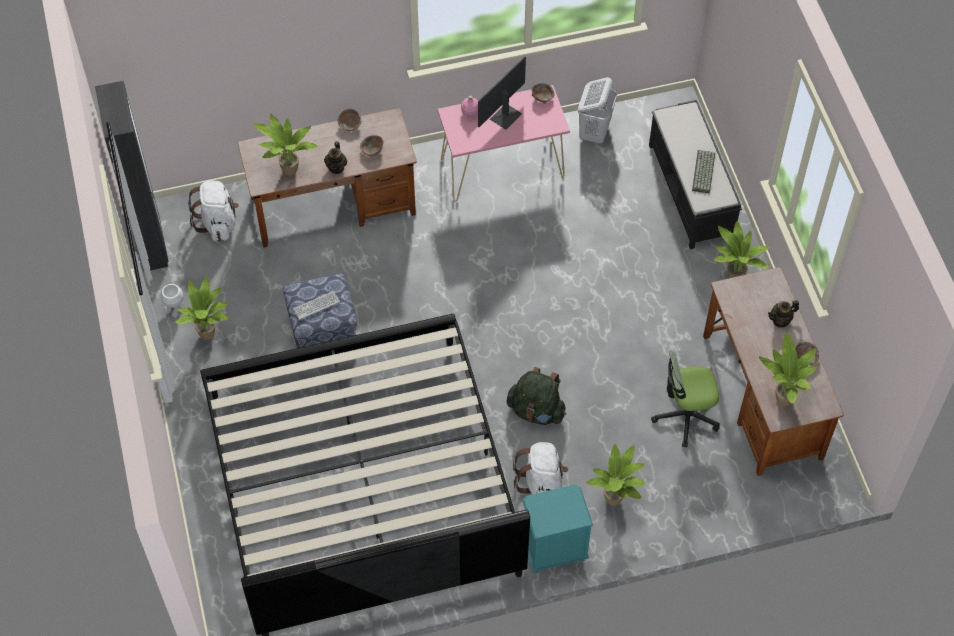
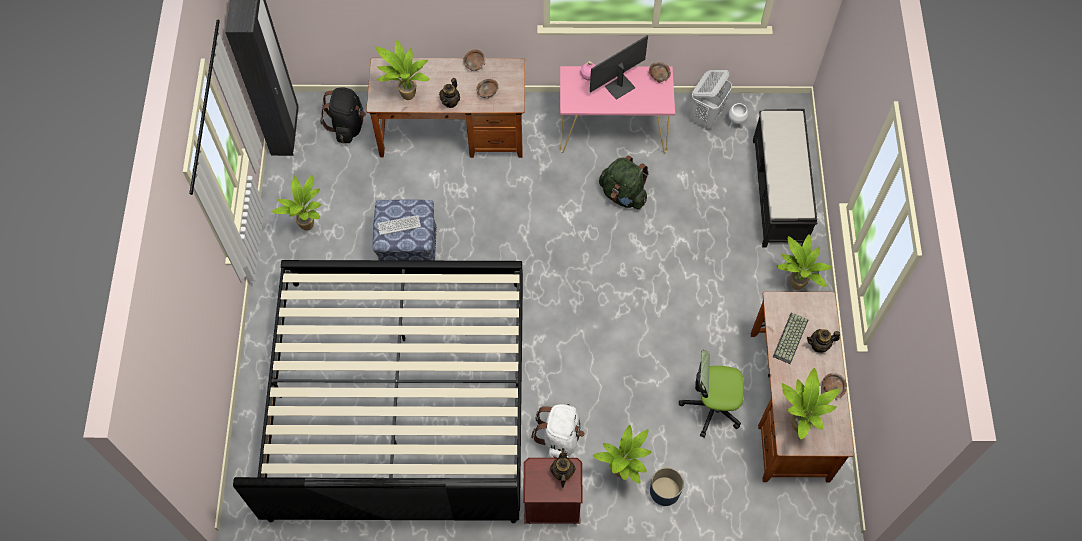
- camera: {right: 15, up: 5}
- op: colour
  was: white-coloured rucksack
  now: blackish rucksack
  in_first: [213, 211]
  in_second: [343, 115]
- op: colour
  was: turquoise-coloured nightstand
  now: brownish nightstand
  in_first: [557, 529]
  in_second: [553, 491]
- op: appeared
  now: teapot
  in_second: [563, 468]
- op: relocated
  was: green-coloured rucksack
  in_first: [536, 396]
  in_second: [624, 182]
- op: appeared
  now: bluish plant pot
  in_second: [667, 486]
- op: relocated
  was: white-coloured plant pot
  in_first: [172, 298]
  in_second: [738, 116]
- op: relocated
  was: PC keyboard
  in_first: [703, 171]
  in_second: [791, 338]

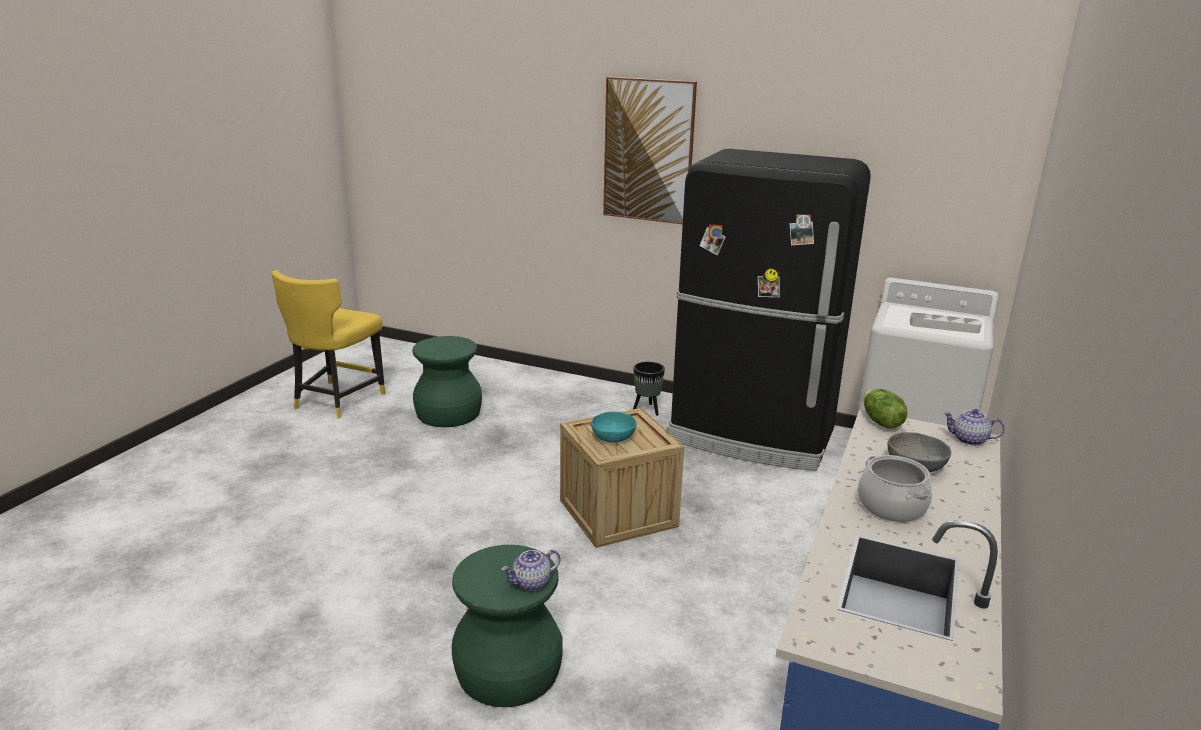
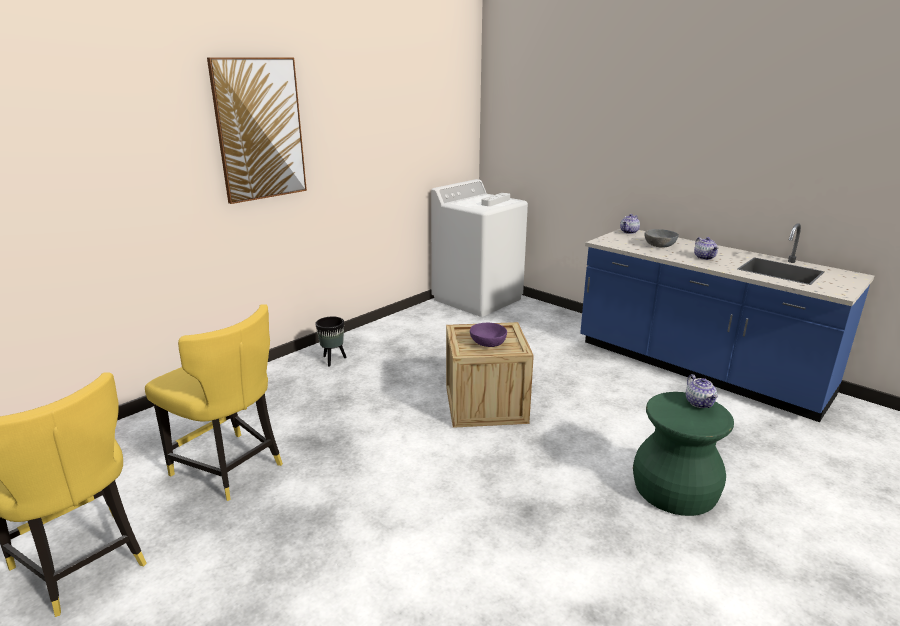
- camera: {right: -70, up: 0}
- op: exchanged
  was: green-coloured sitting stool
  now: yellow-coloured plain chair
  in_first: [447, 381]
  in_second: [214, 402]
- op: colour
  was: turquoise-coloured serving bowl
  now: purple-coloured serving bowl
  in_first: [614, 427]
  in_second: [488, 335]
- op: exchanged
  was: saucepot
  now: teapot
  in_first: [895, 488]
  in_second: [706, 248]
- op: missing
  was: blackish fridge
  in_first: [769, 310]
- op: missing
  was: lettuce
  in_first: [885, 409]

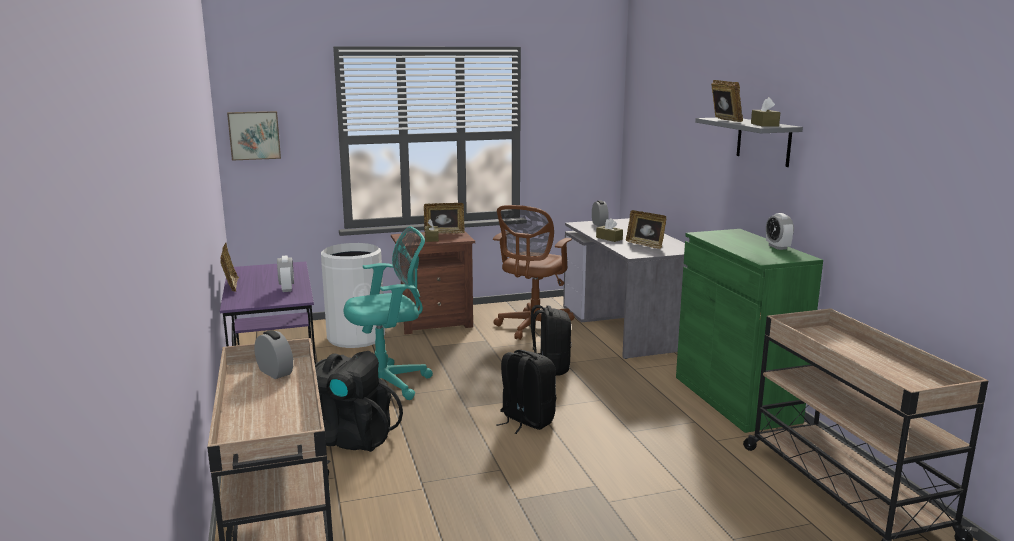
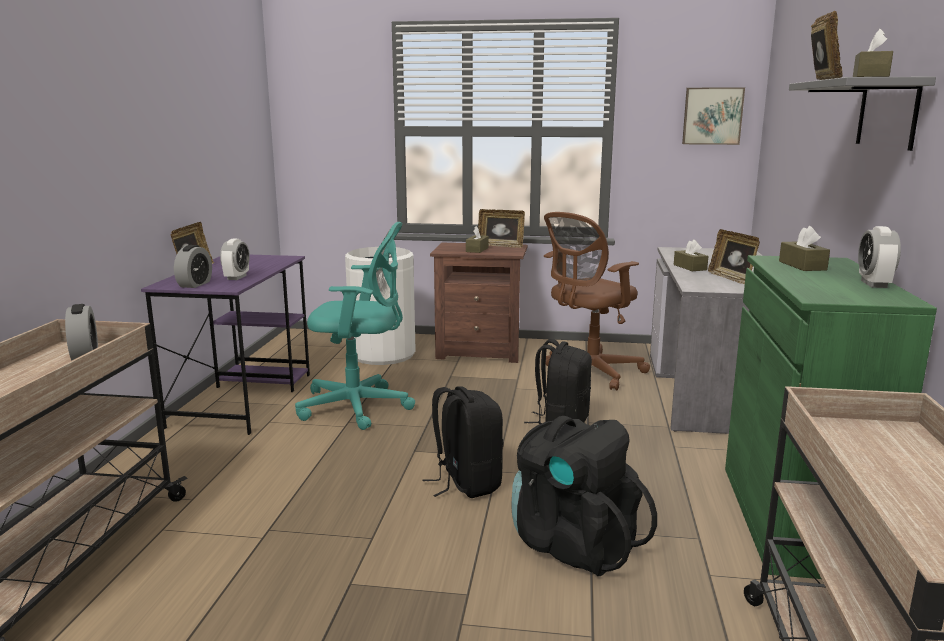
- camera: {right: 25, up: 0}
- op: relocated
  was: bedside clock
  in_first: [600, 213]
  in_second: [193, 266]
- op: relocated
  was: blackish rucksack
  in_first: [359, 401]
  in_second: [584, 496]
- op: relocated
  was: wall art
  in_first: [254, 136]
  in_second: [713, 116]
- op: appeared
  now: brownish tissue holder
  in_second: [804, 248]

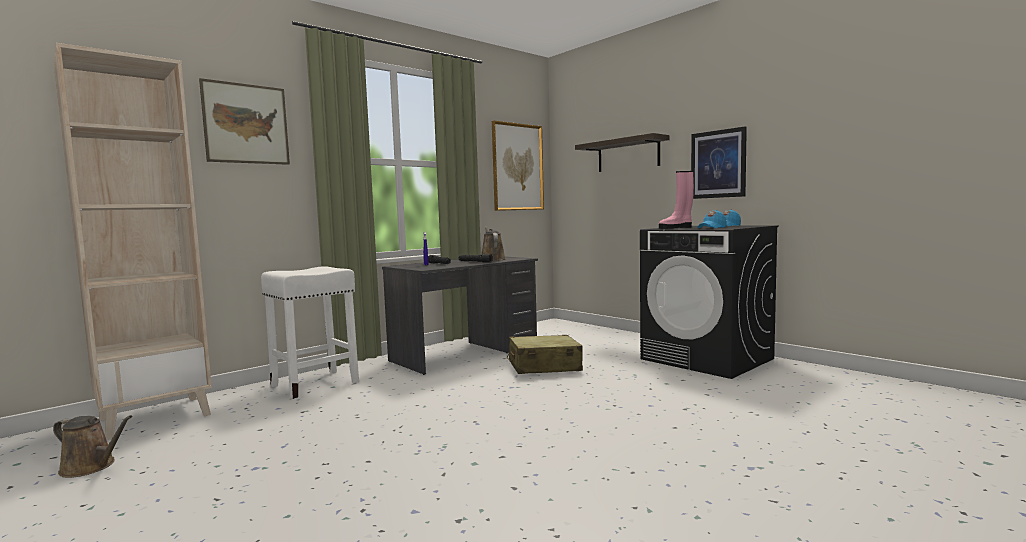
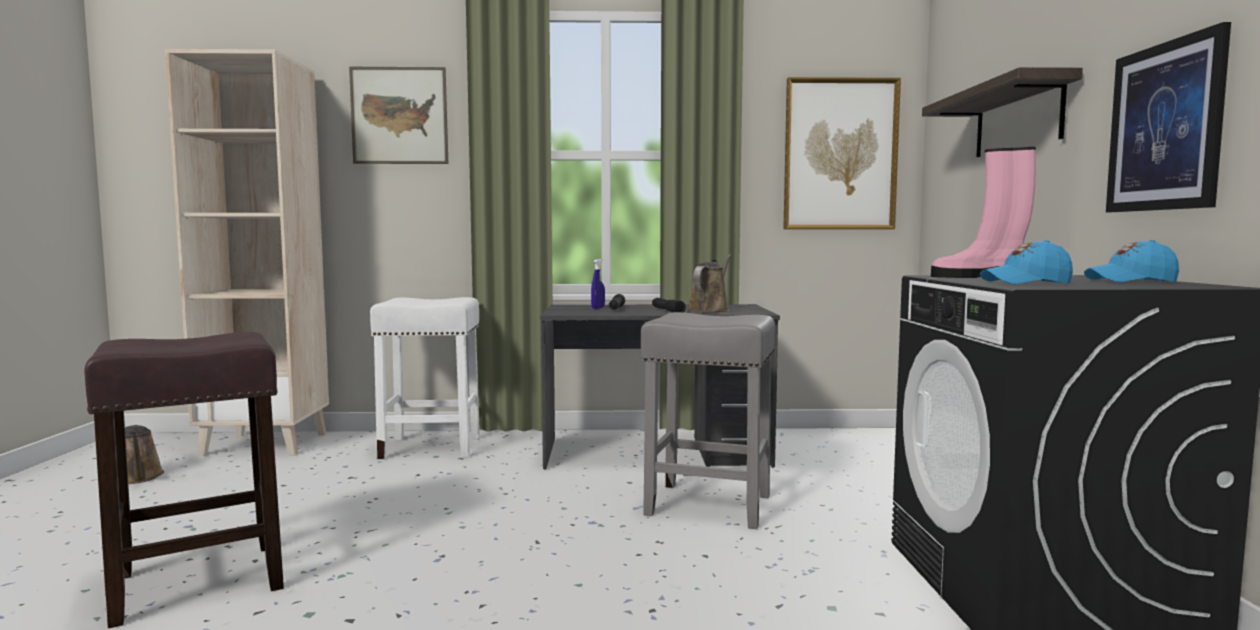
- camera: {right: 40, up: 0}
- op: appeared
  now: brownish sitting stool
  in_second: [184, 480]
- op: exchanged
  was: beige-coloured suitcase
  now: greyish sitting stool
  in_first: [545, 354]
  in_second: [708, 420]

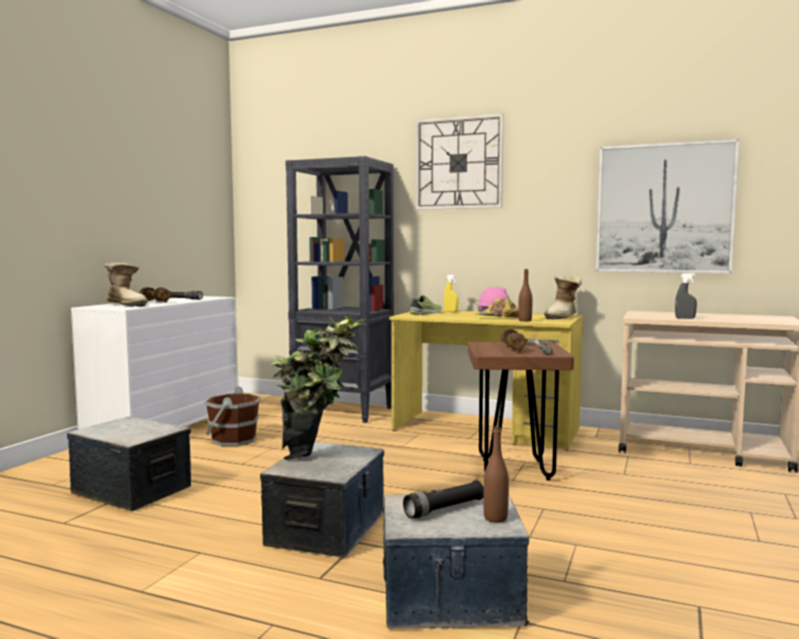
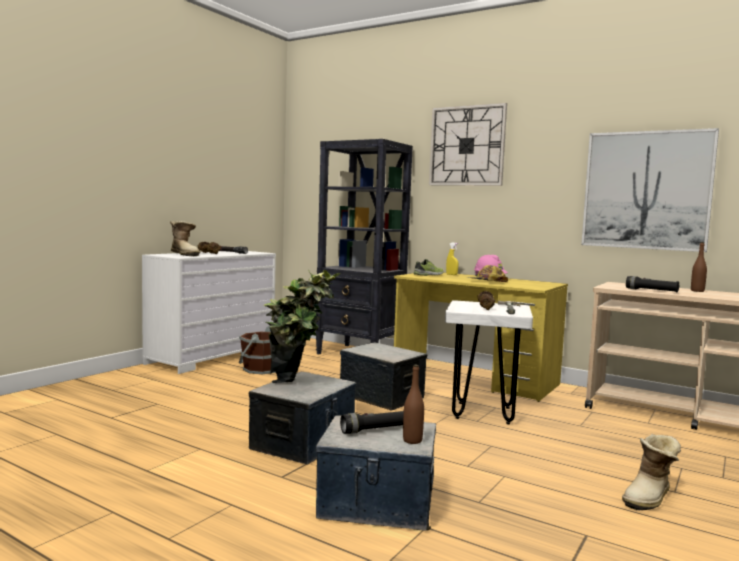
- camera: {right: 10, up: 0}
- op: relocated
  was: storage container
  in_first: [129, 464]
  in_second: [383, 376]
- op: colour
  was: brownish sitting stool
  now: white-coloured sitting stool
  in_first: [521, 411]
  in_second: [489, 362]
- op: relocated
  was: tall boot
  in_first: [563, 297]
  in_second: [651, 472]
- op: exchanged
  was: greyish sprayer
  now: blackish hand torch
  in_first: [686, 296]
  in_second: [653, 284]
- op: relocated
  was: brownish beverage bottle
  in_first: [525, 295]
  in_second: [699, 267]

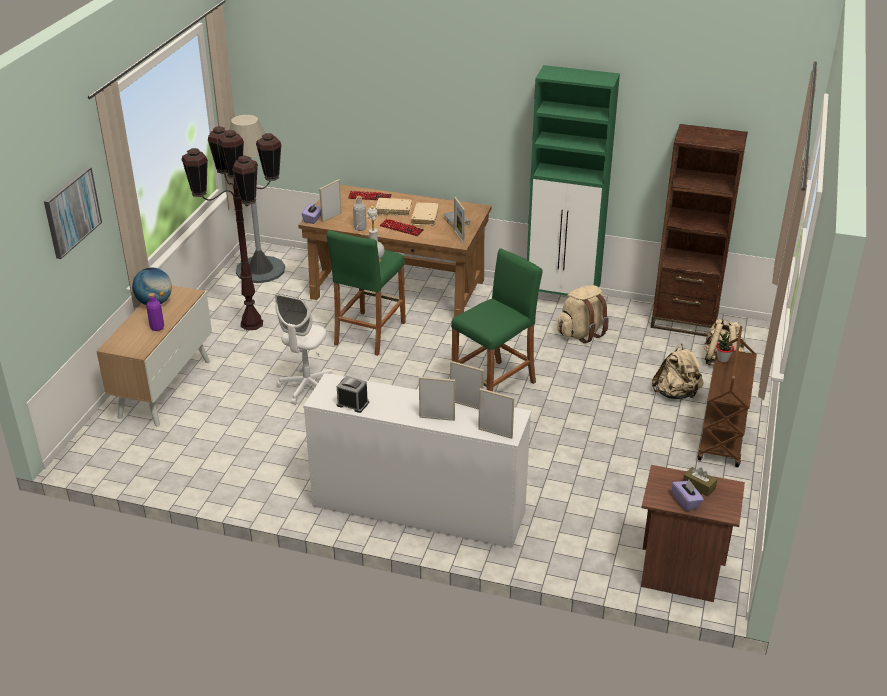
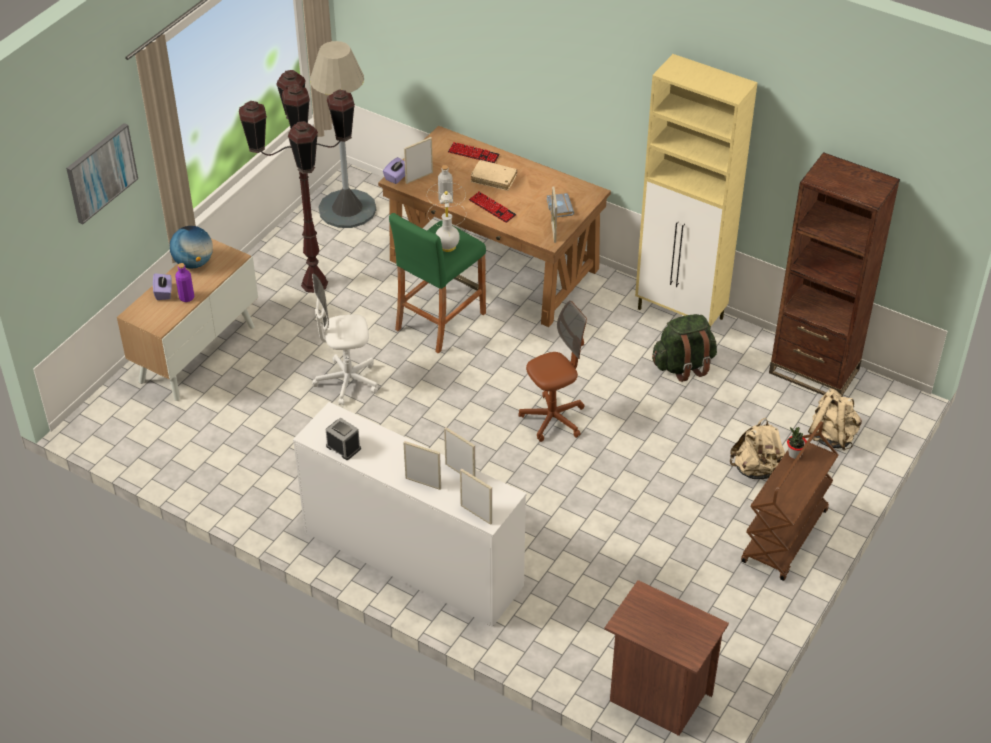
- camera: {right: 15, up: 10}
- op: relocated
  was: purple-coloured tissue holder
  in_first: [688, 495]
  in_second: [162, 286]
- op: spun
  was: white-coloured desk chair
  in_first: [304, 349]
  in_second: [345, 339]
  clockwise: 45
- op: exchanged
  was: green-coloured sitting stool
  now: brownish desk chair
  in_first: [496, 319]
  in_second: [552, 371]
- op: colour
  was: green-coloured cupboard
  now: beige-coloured cupboard
  in_first: [573, 180]
  in_second: [696, 191]
- op: colour
  was: beige-coloured rucksack
  now: green-coloured rucksack
  in_first: [583, 314]
  in_second: [684, 348]
- op: missing
  was: beige-coloured book
  in_first: [425, 214]
- op: missing
  was: brownish tissue holder
  in_first: [700, 481]

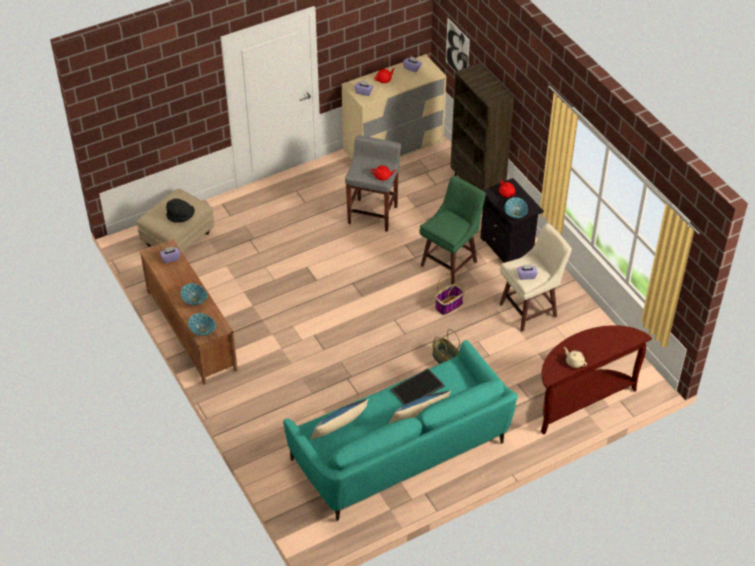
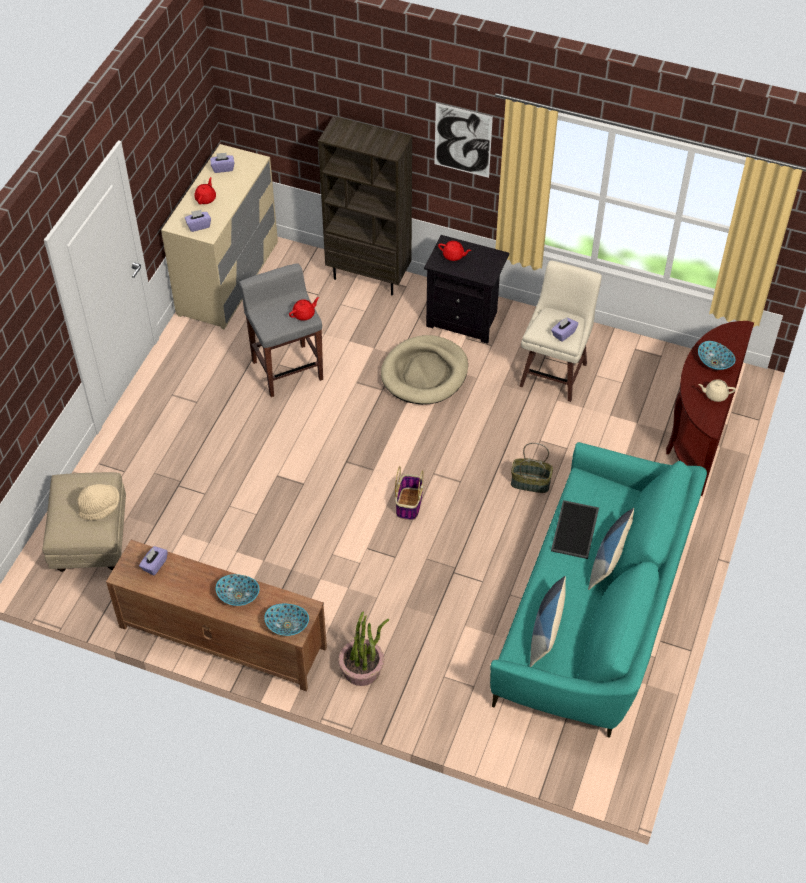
- camera: {right: -40, up: 5}
- op: colour
  was: blackish wearable hat
  now: beige-coloured wearable hat
  in_first: [180, 211]
  in_second: [98, 502]
- op: appeared
  now: plant in a pot
  in_second: [363, 649]
- op: exchanged
  was: green-coloured sitting stool
  now: beige-coloured dog bed
  in_first: [452, 230]
  in_second: [424, 369]
- op: relocated
  was: household basket
  in_first: [449, 294]
  in_second: [409, 493]
- op: relocated
  was: wall art
  in_first: [458, 45]
  in_second: [463, 140]
- op: relocated
  was: serving bowl
  in_first: [516, 208]
  in_second: [717, 355]

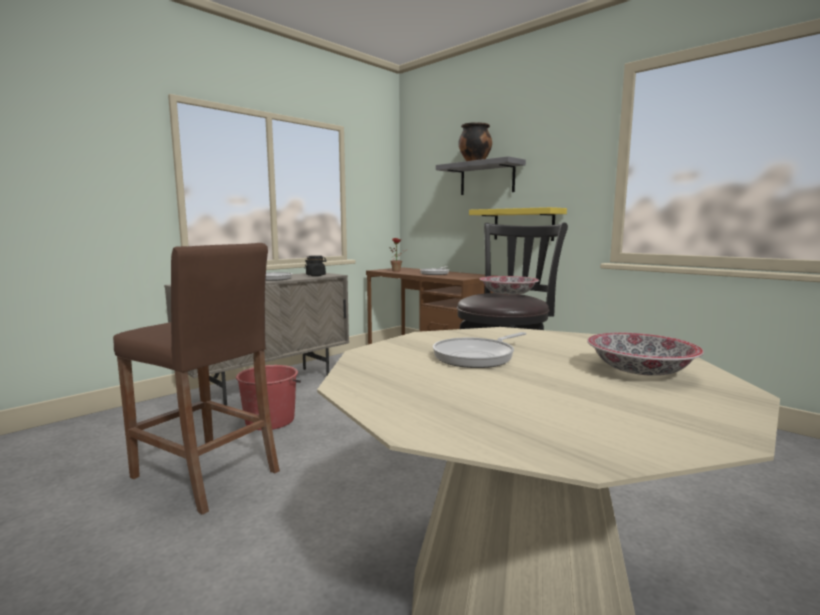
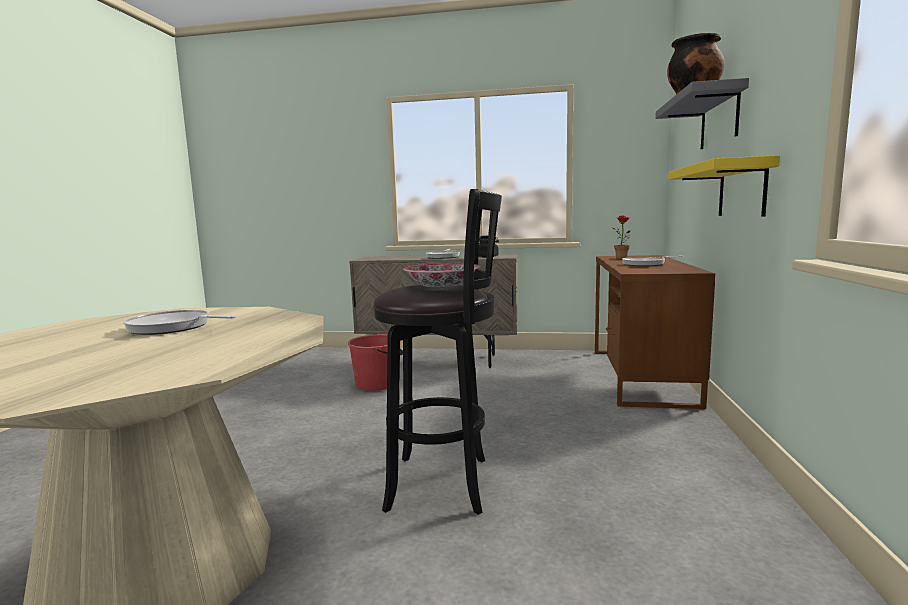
- camera: {right: 55, up: 0}
- op: missing
  was: brownish sitting stool
  in_first: [196, 379]
- op: missing
  was: serving bowl
  in_first: [645, 354]

